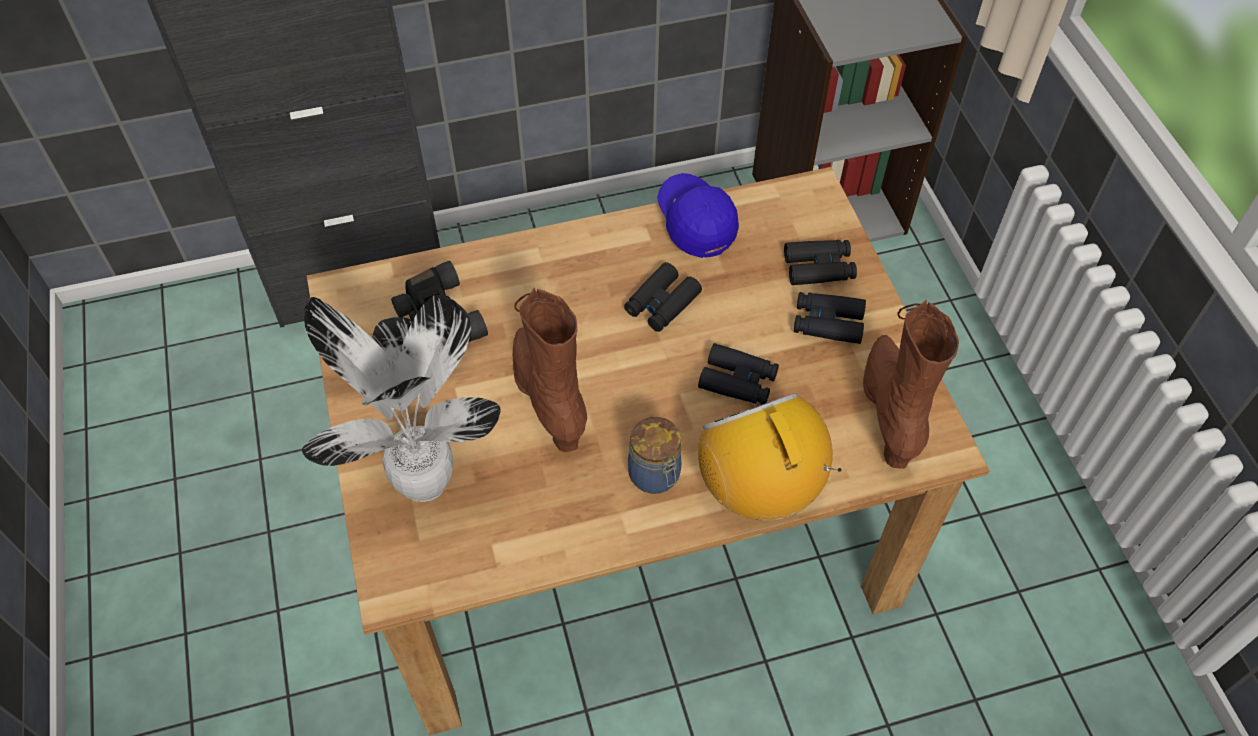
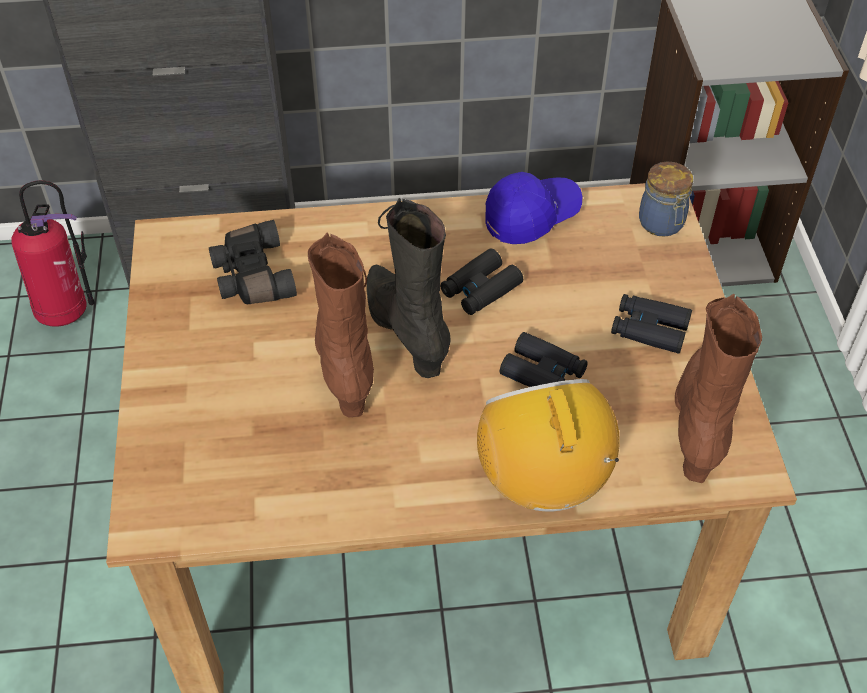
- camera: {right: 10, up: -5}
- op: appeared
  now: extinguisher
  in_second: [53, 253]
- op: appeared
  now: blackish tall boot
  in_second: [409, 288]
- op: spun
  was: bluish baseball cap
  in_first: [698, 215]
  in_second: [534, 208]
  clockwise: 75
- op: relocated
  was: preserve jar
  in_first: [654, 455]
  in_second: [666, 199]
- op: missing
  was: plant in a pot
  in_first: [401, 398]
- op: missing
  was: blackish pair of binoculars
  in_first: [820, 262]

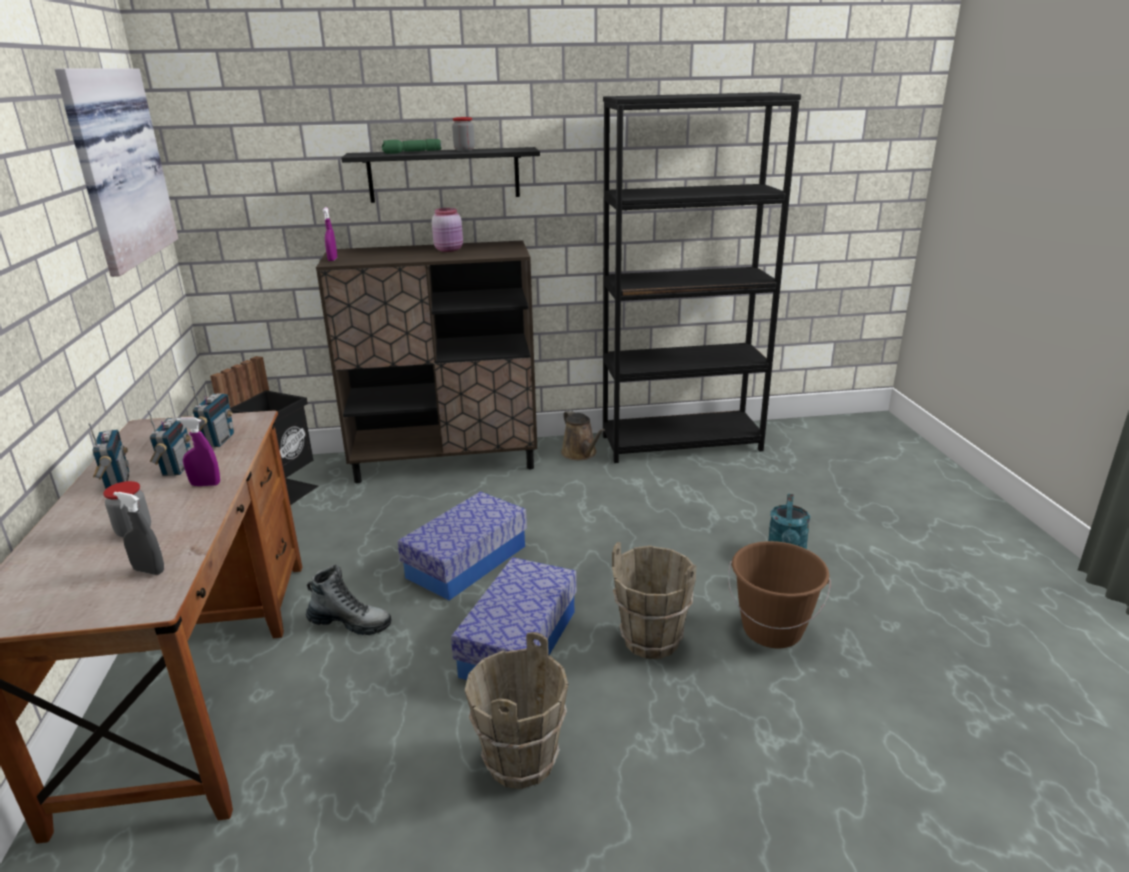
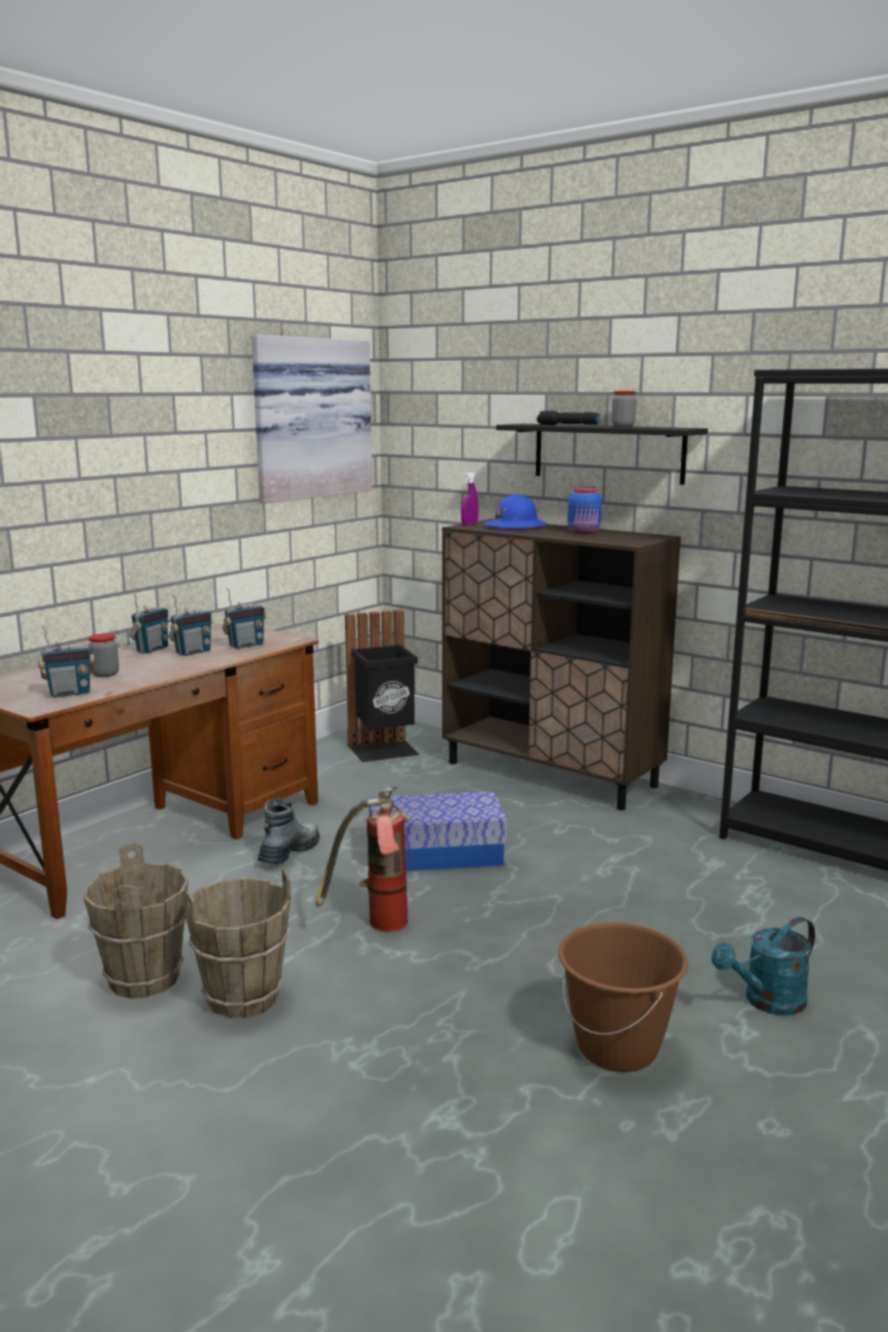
- camera: {right: 45, up: -10}
- op: exchanged
  was: greyish sprayer
  now: radio
  in_first: [138, 533]
  in_second: [66, 662]
- op: relocated
  was: brownish bucket
  in_first: [654, 600]
  in_second: [136, 921]
- op: spun
  was: tall boot
  in_first: [349, 600]
  in_second: [288, 831]
  clockwise: -120
- op: exchanged
  was: storage container
  now: extinguisher
  in_first: [514, 618]
  in_second: [362, 859]
- op: appeared
  now: bluish safety helmet
  in_second: [516, 512]
- op: colour
  was: green-coloured hand torch
  now: blackish hand torch
  in_first: [411, 146]
  in_second: [568, 418]
- op: colour
  was: pink-coloured preserve jar
  now: bluish preserve jar
  in_first: [447, 230]
  in_second: [584, 510]
- op: missing
  was: purple-coloured sprayer
  in_first: [198, 451]
- op: missing
  was: brownish watering pot
  in_first: [583, 435]

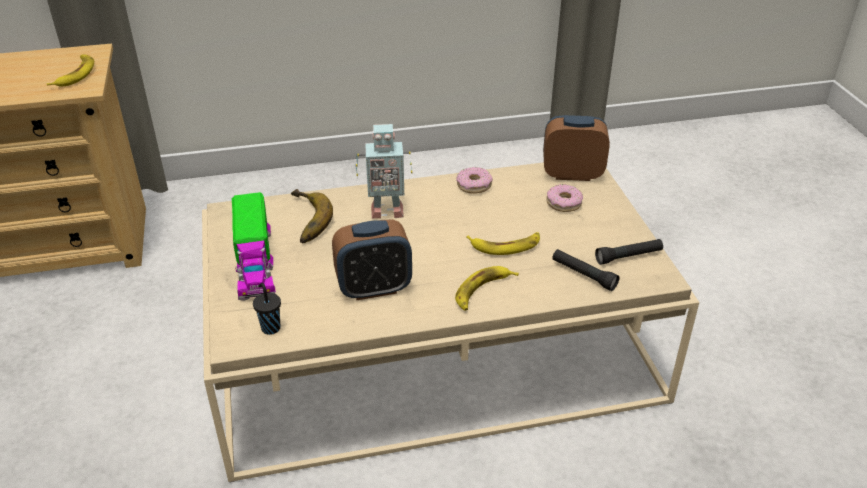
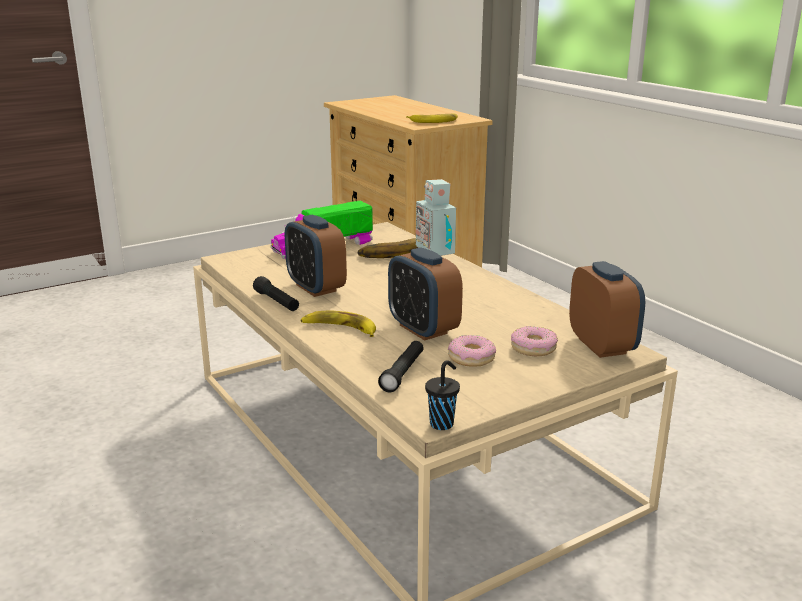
- camera: {right: 70, up: -15}
- op: relocated
  was: blackish hand torch
  in_first: [629, 252]
  in_second: [276, 293]
- op: exchanged
  was: whole banana
  now: bedside clock
  in_first: [503, 243]
  in_second: [425, 294]
- op: relocated
  was: blackish cup
  in_first: [267, 309]
  in_second: [442, 395]
- op: relocated
  was: donut
  in_first: [474, 180]
  in_second: [472, 351]

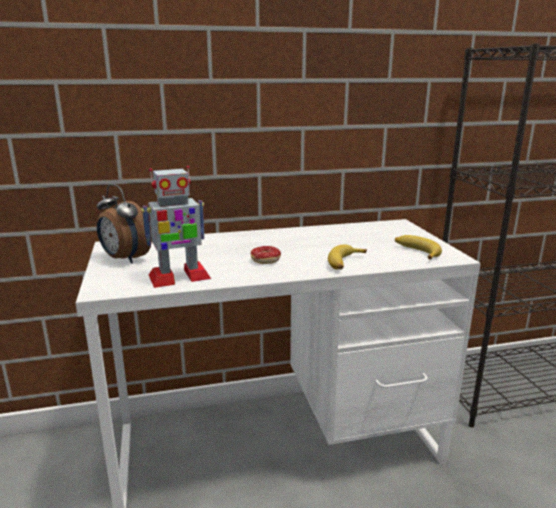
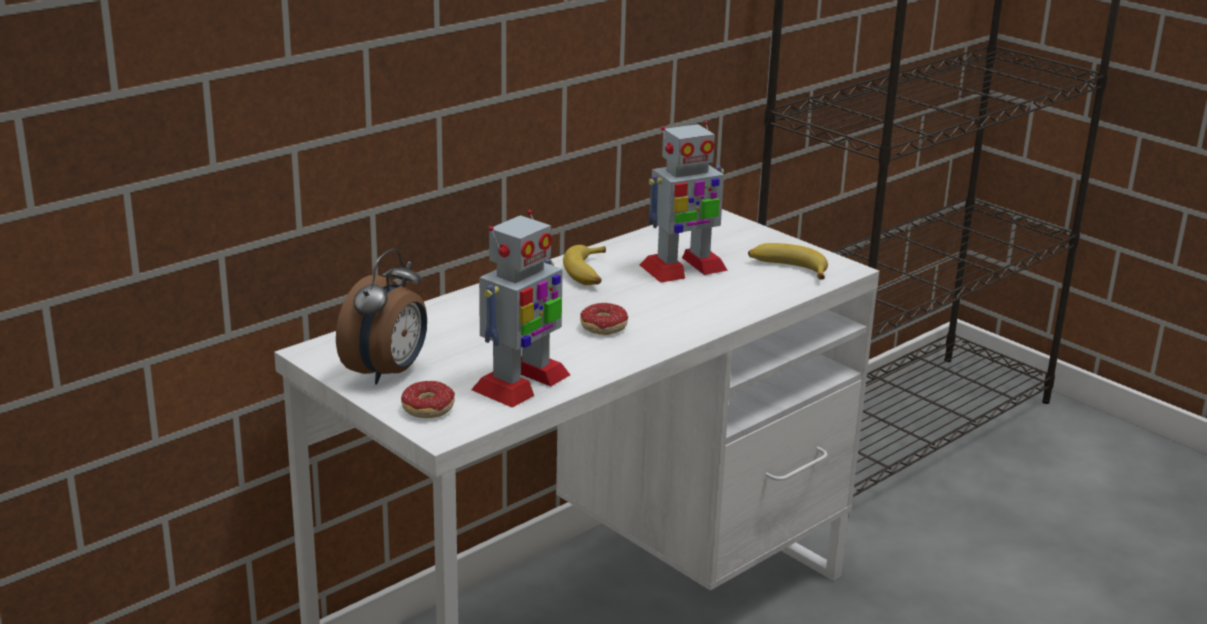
- camera: {right: -30, up: 5}
- op: spun
  was: bedside clock
  in_first: [124, 224]
  in_second: [381, 317]
  clockwise: -75
- op: appeared
  now: donut
  in_second: [414, 399]
- op: relocated
  was: whole banana
  in_first: [347, 257]
  in_second: [584, 265]
- op: appeared
  now: model robot
  in_second: [683, 202]

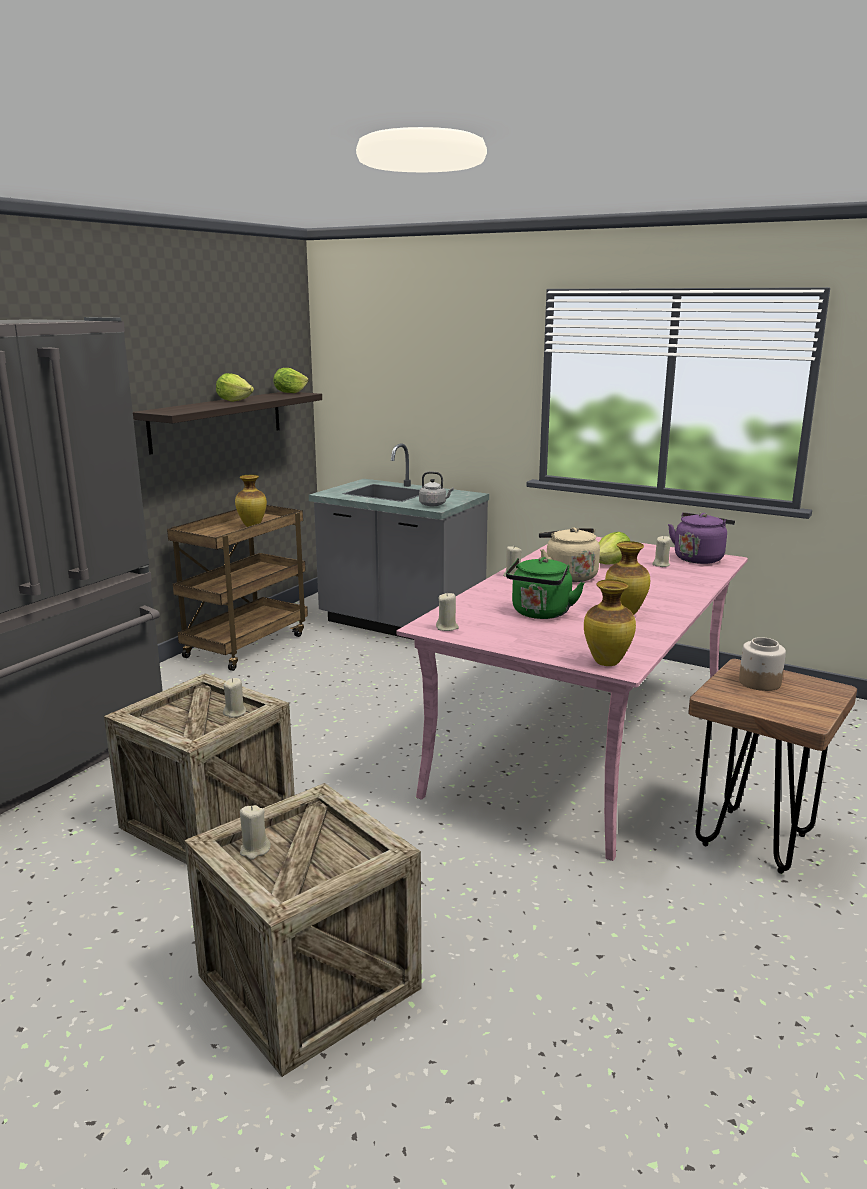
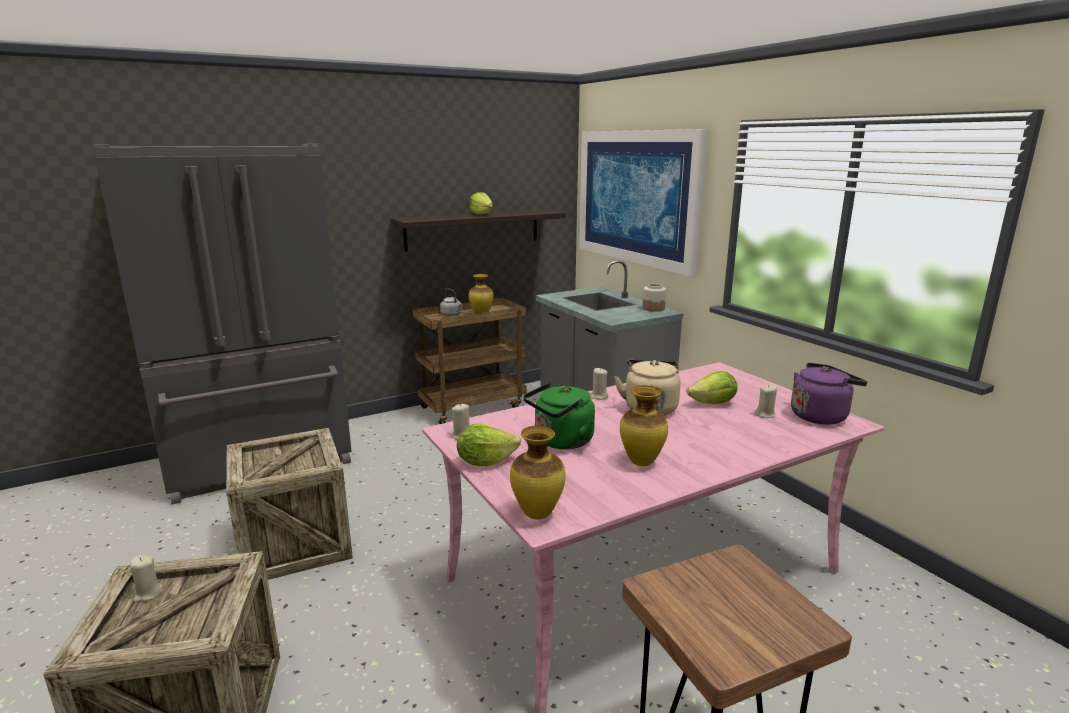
- camera: {right: 30, up: 0}
- op: relocated
  was: greyish water kettle
  in_first: [436, 488]
  in_second: [451, 302]
- op: relocated
  was: lettuce
  in_first: [291, 380]
  in_second: [489, 445]
- op: appeared
  now: wall art
  in_second: [643, 203]
- op: relocated
  was: preserve jar
  in_first: [762, 664]
  in_second: [654, 297]
- op: missing
  was: beige-coloured wax candle
  in_first: [234, 698]

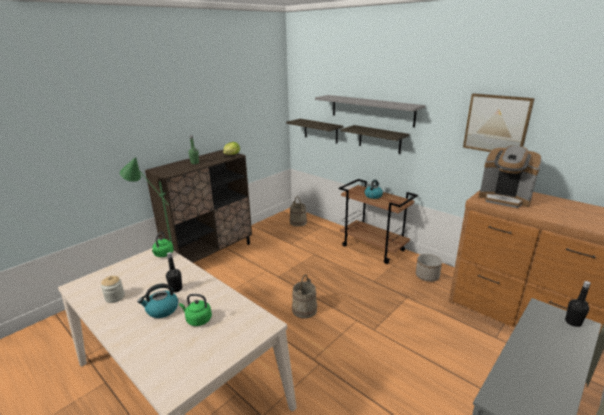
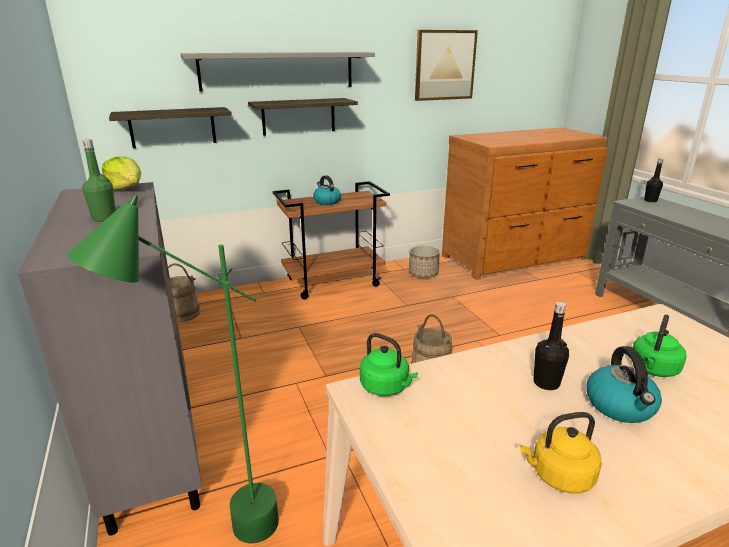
- camera: {right: -65, up: 0}
- op: colour
  was: brownish cupboard
  now: greyish cupboard
  in_first: [198, 206]
  in_second: [110, 358]
- op: exchanged
  was: preserve jar
  now: yellow-coloured water kettle
  in_first: [113, 289]
  in_second: [560, 452]
- op: missing
  was: coffee maker
  in_first: [510, 177]

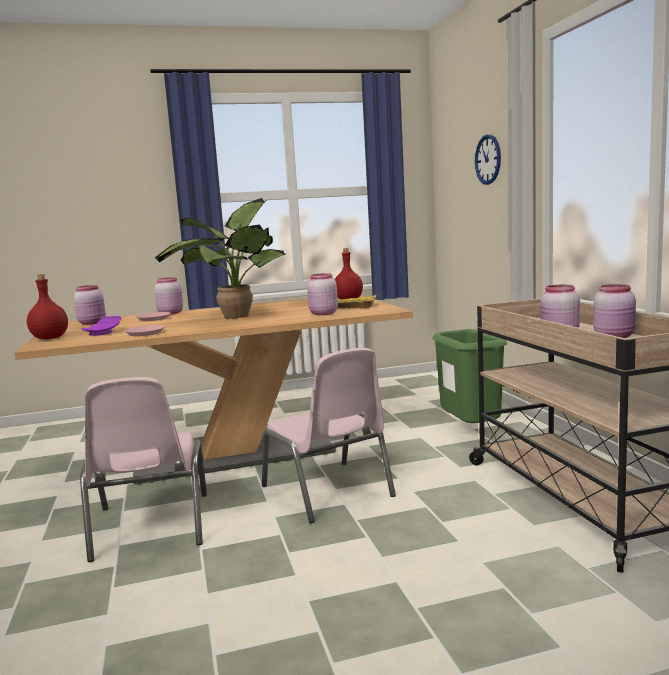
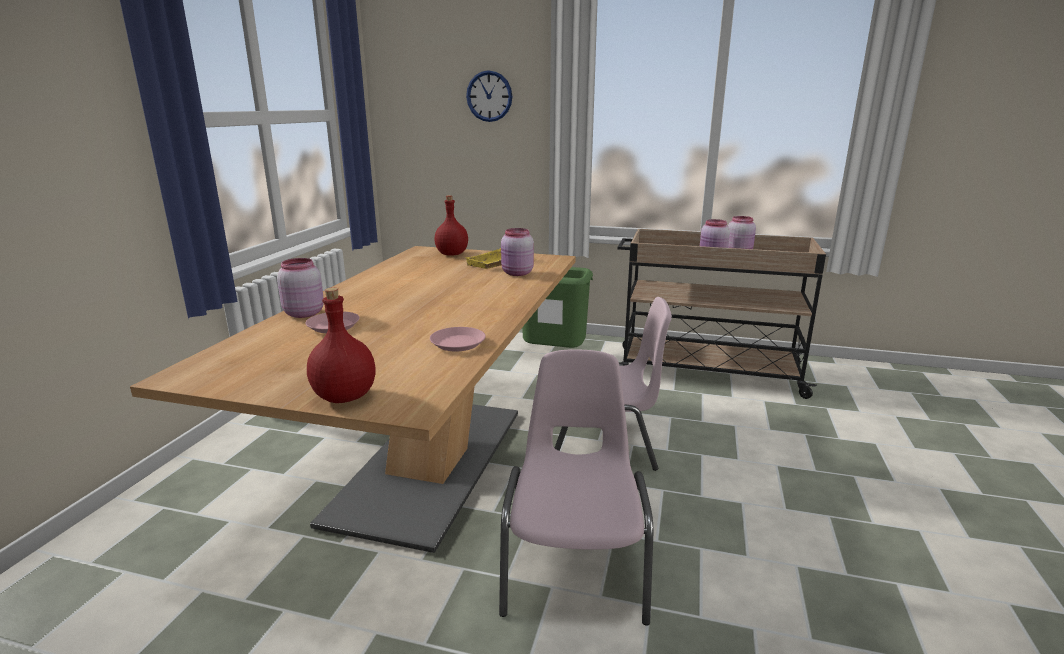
- camera: {right: -60, up: 10}
- op: spun
  was: pink-coloured plain chair
  in_first: [143, 469]
  in_second: [576, 487]
  clockwise: -105
- op: missing
  was: pink-coloured preserve jar
  in_first: [90, 305]
- op: missing
  was: purple-coloured dinner plate
  in_first: [101, 326]
- op: missing
  was: plant in a pot
  in_first: [219, 258]

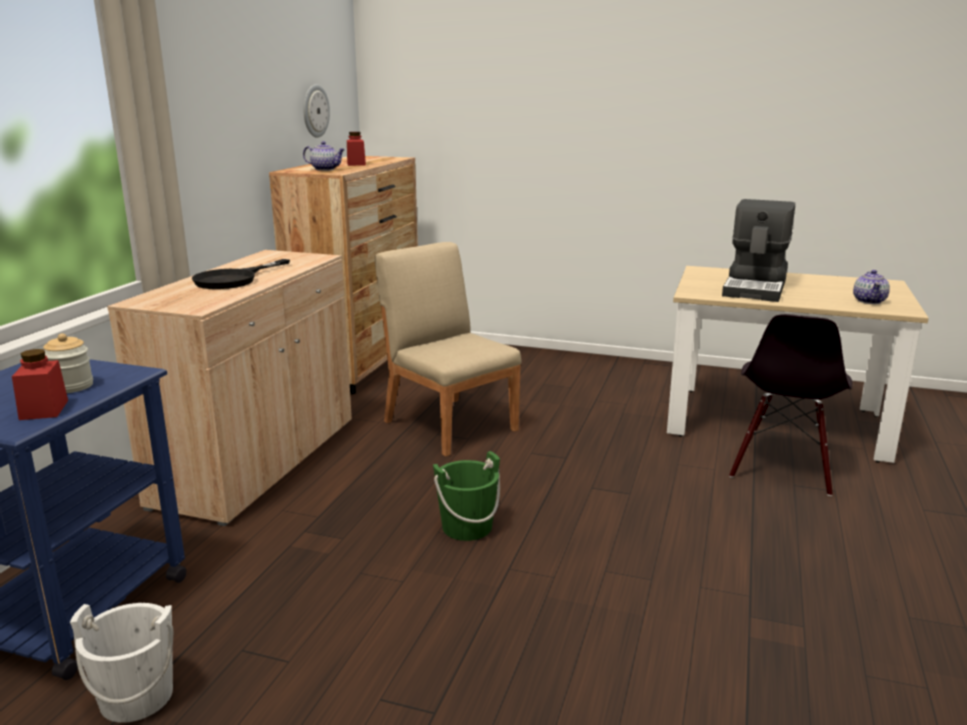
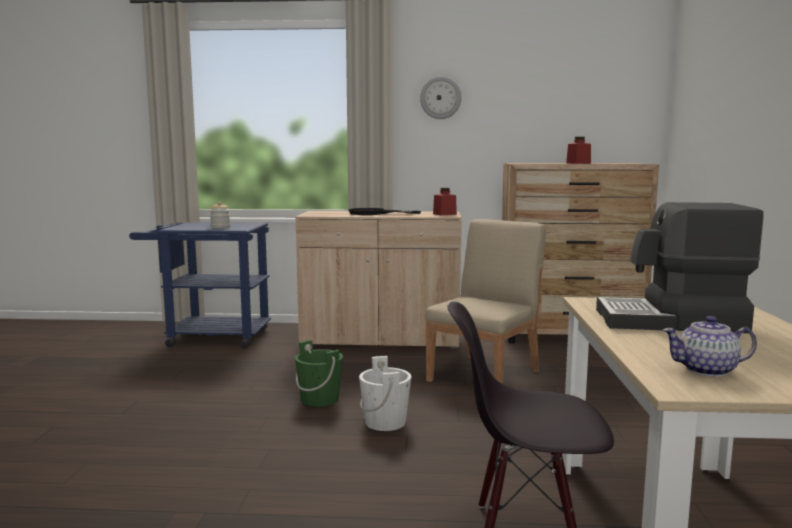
- camera: {right: 75, up: -10}
- op: relocated
  was: white-coloured bucket
  in_first: [121, 663]
  in_second: [385, 393]
- op: relocated
  was: clock on the wall
  in_first: [317, 111]
  in_second: [440, 98]
- op: relocated
  was: red-coloured preserve jar
  in_first: [40, 384]
  in_second: [445, 201]
- op: missing
  was: teapot
  in_first: [324, 156]

